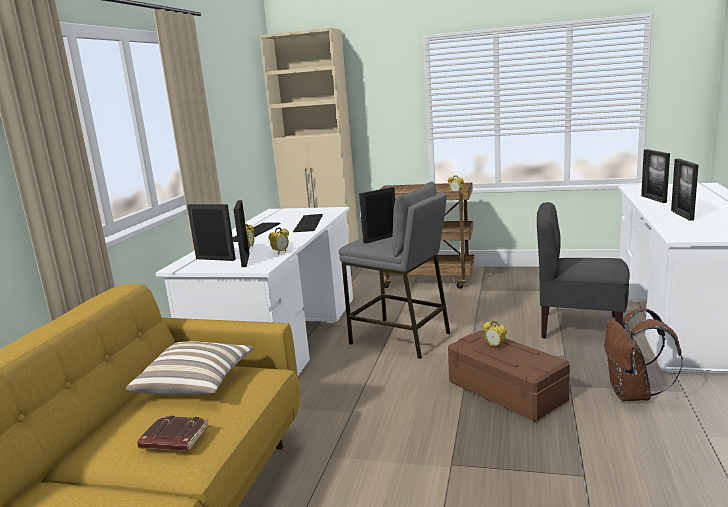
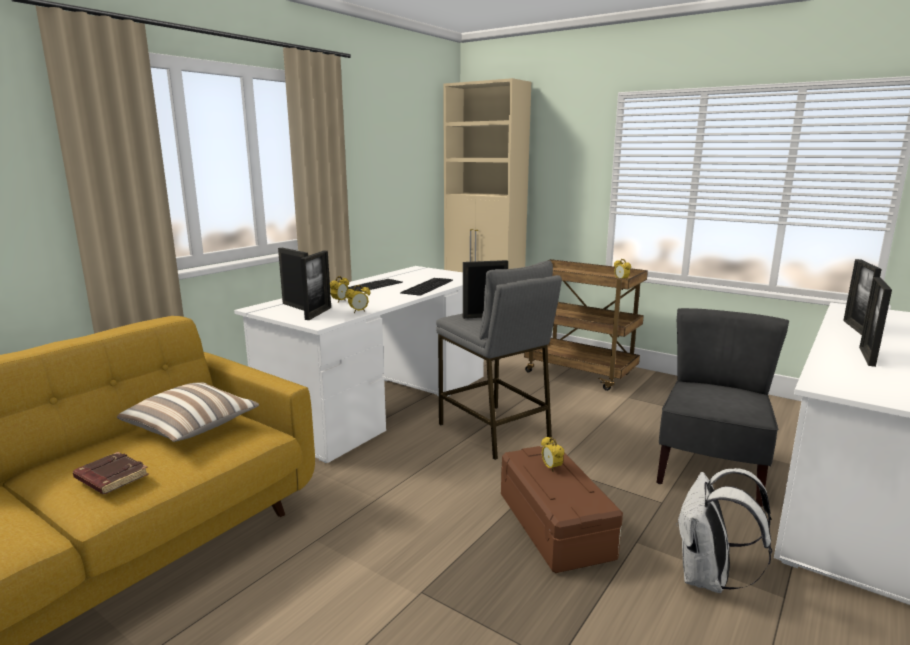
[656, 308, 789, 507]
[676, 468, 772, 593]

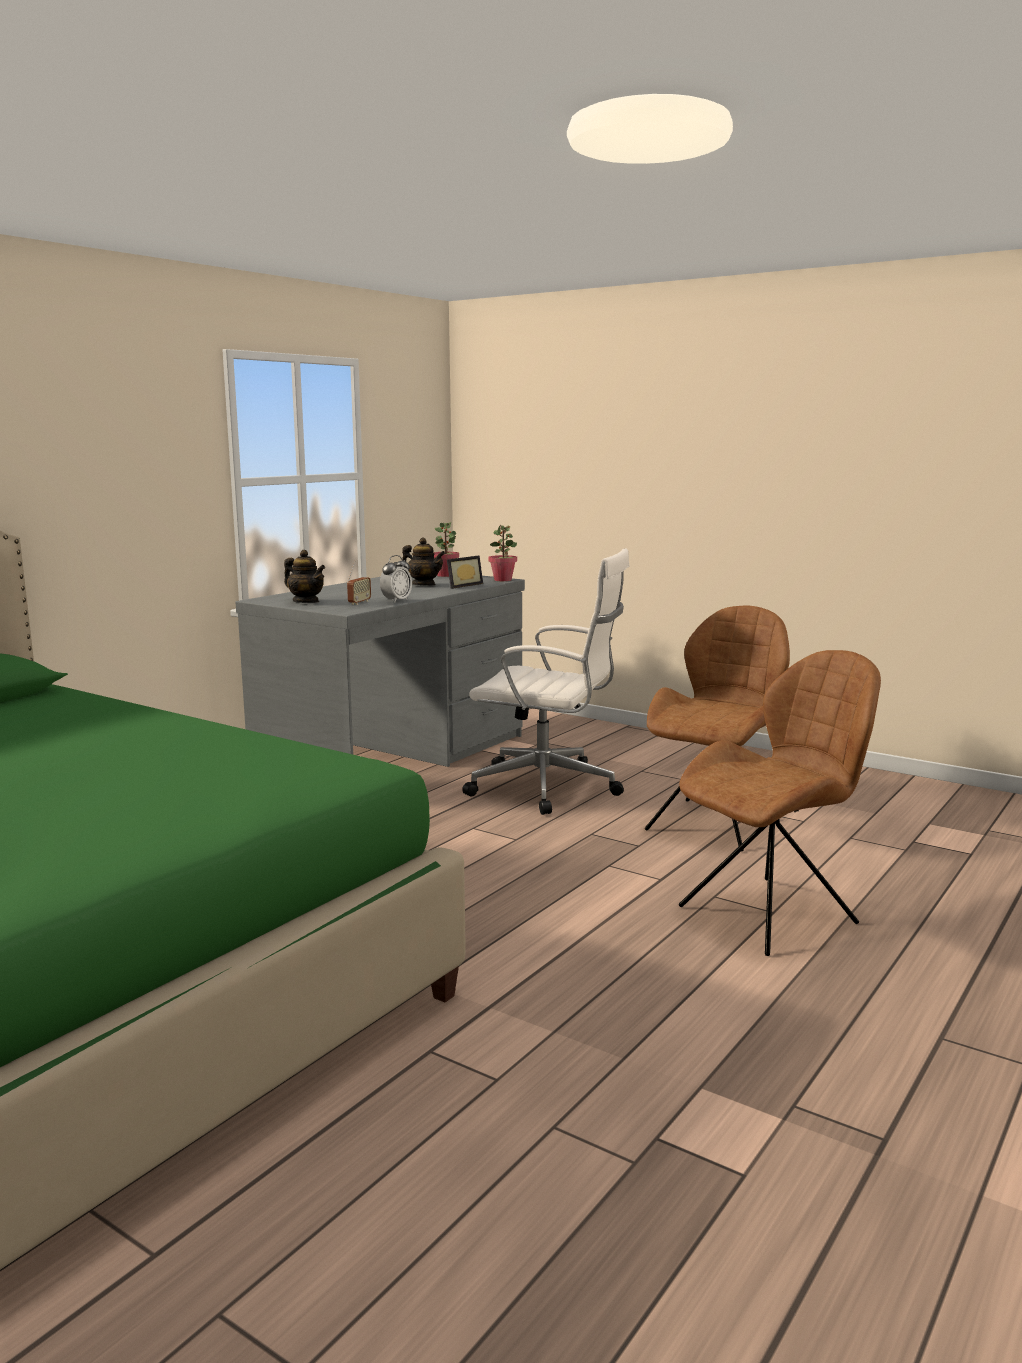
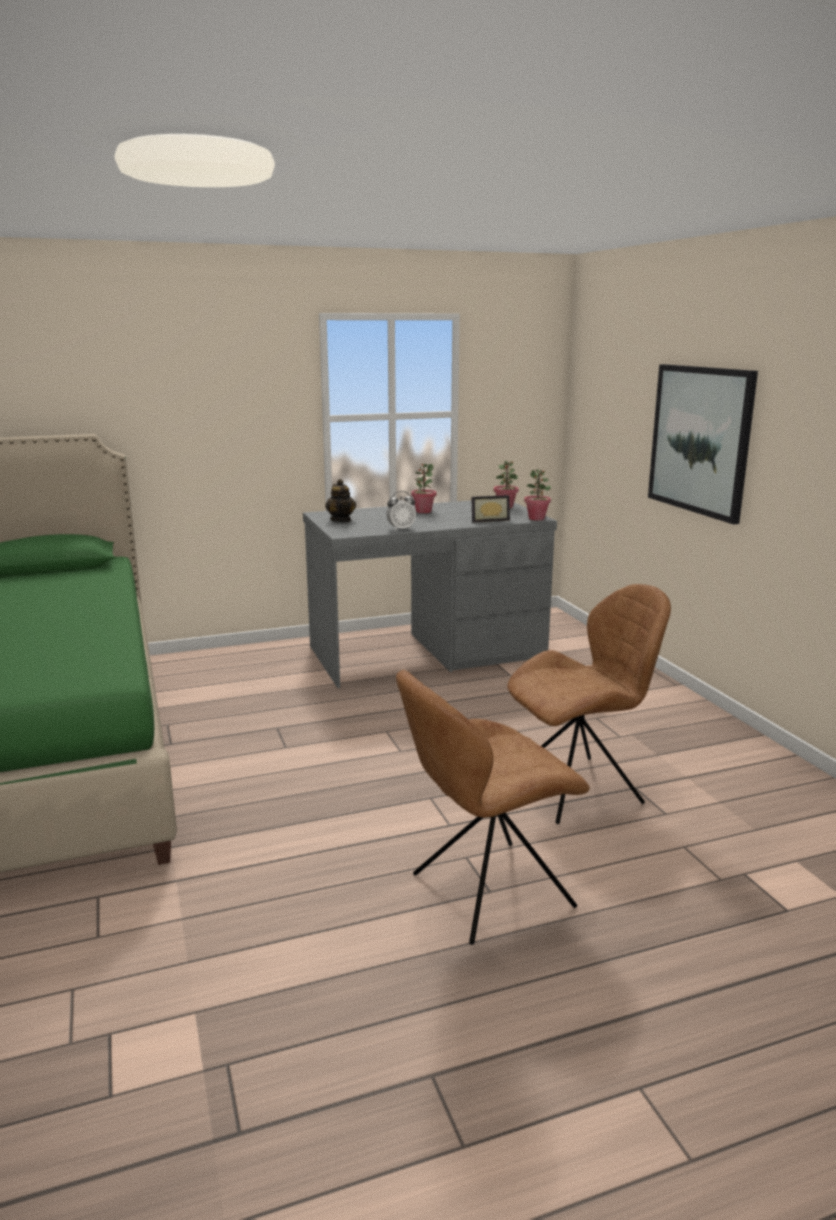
[347, 561, 371, 605] (first image)
[402, 538, 445, 586] (first image)
[462, 548, 629, 815] (first image)
[396, 670, 590, 945]
[411, 463, 436, 513]
[648, 364, 758, 524]

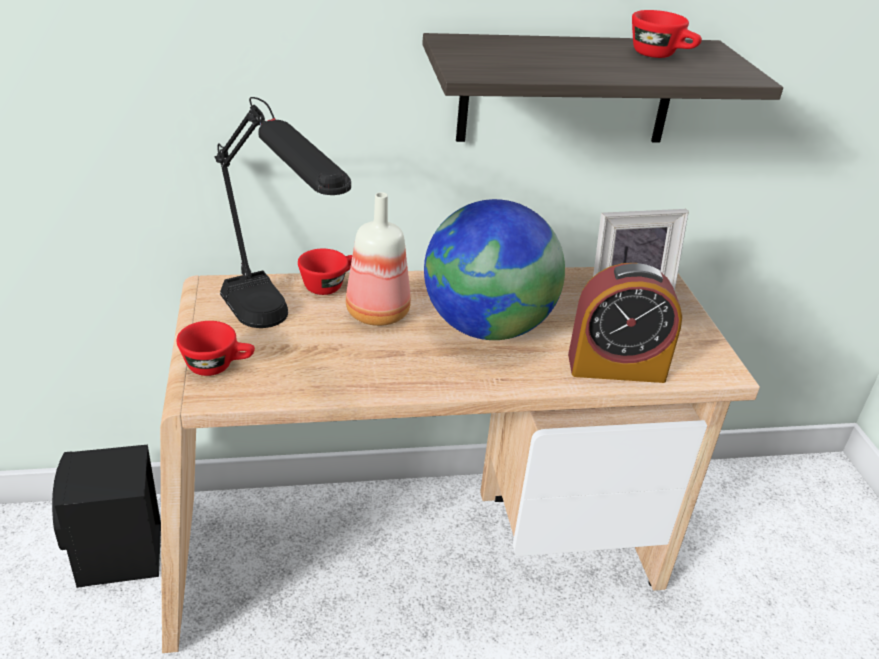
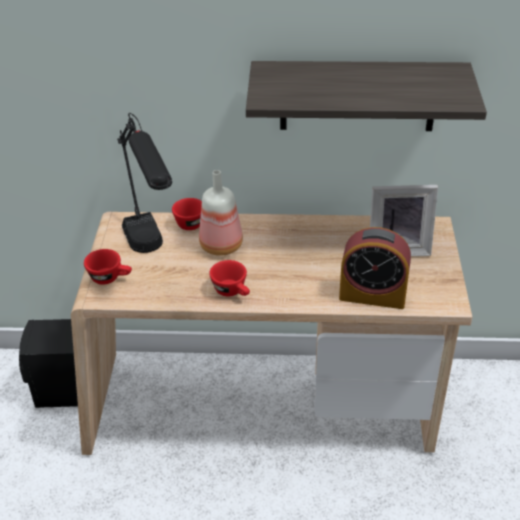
[424, 199, 565, 340] (first image)
[209, 260, 250, 297]

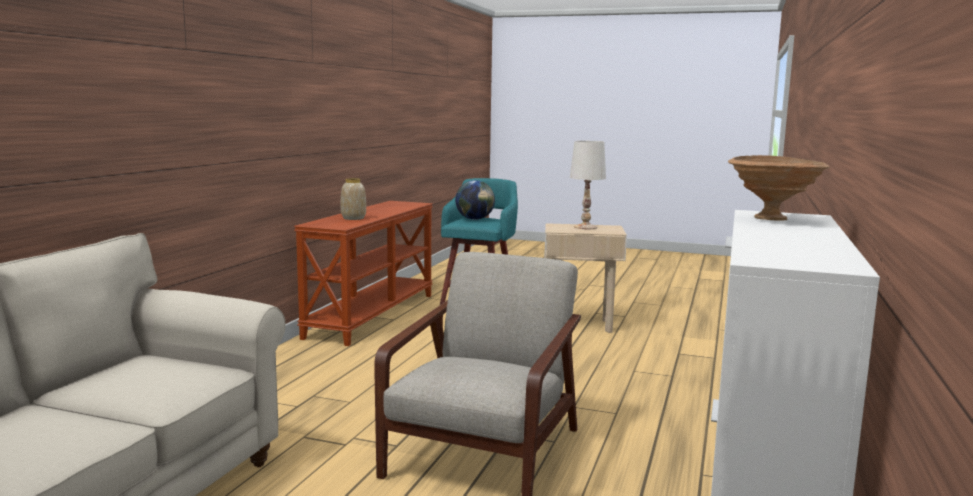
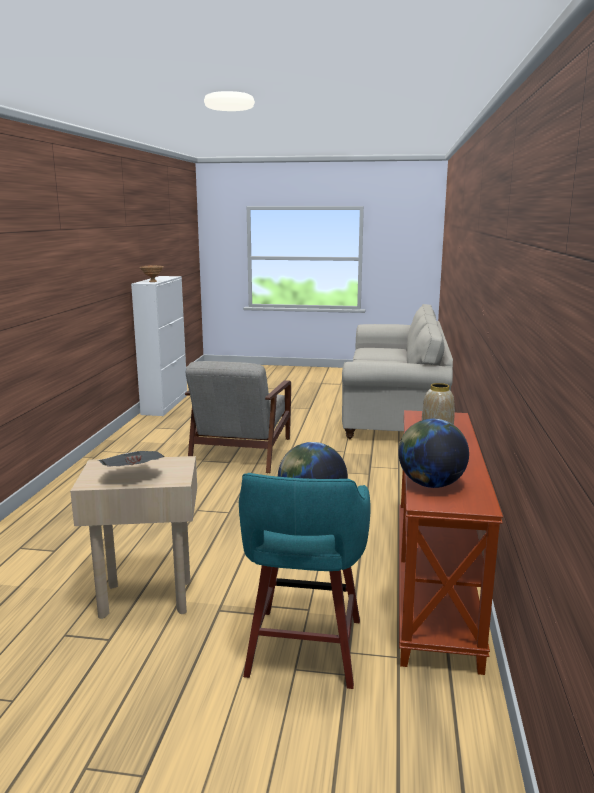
[98, 451, 165, 467]
[398, 419, 469, 488]

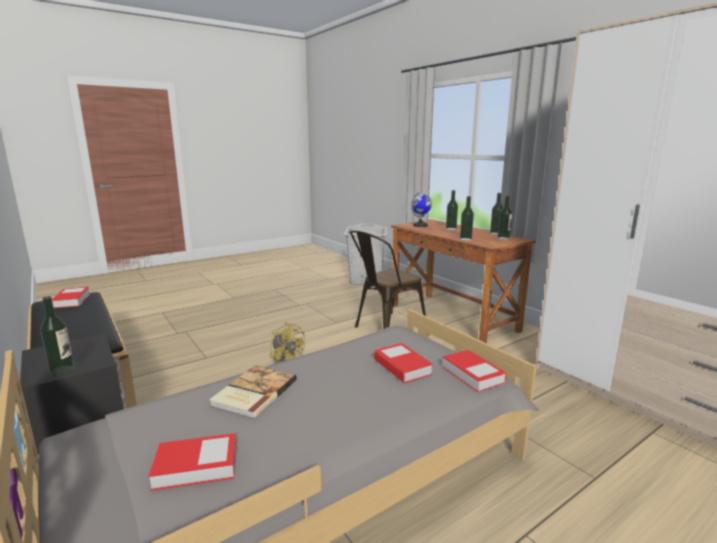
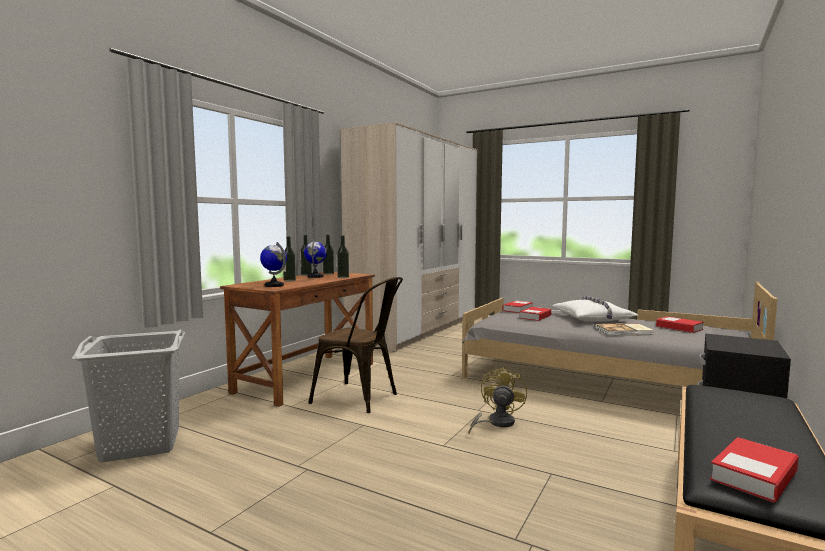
[40, 296, 75, 376] (first image)
[304, 239, 327, 278]
[552, 296, 639, 321]

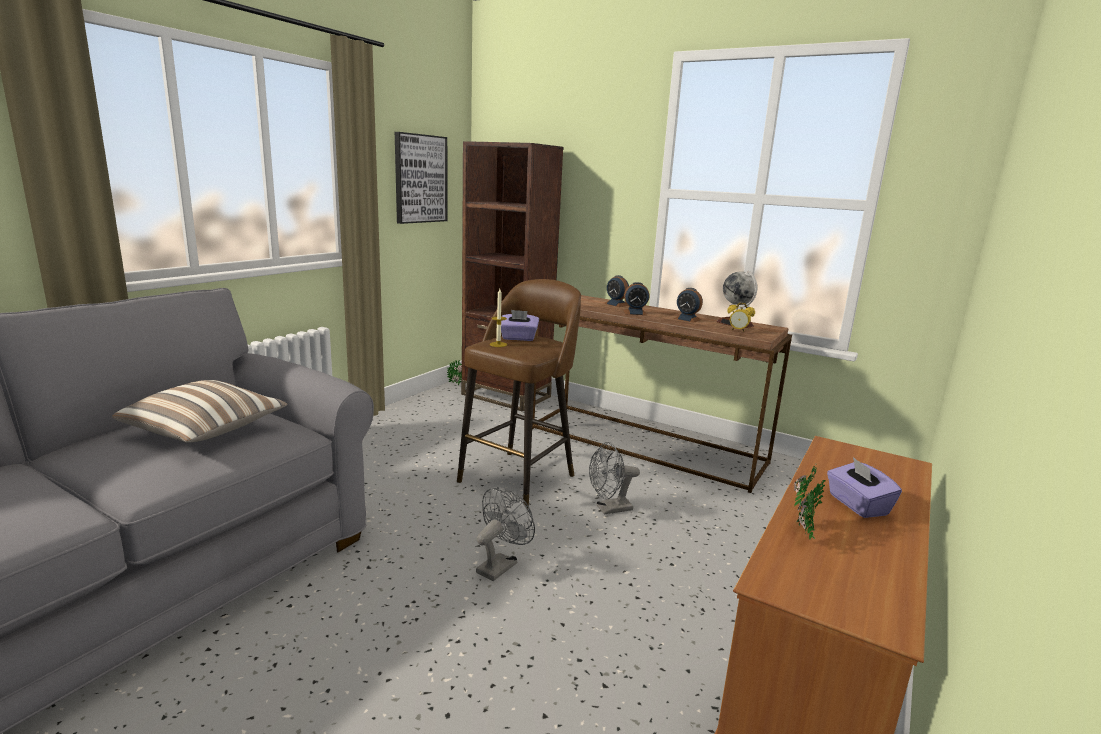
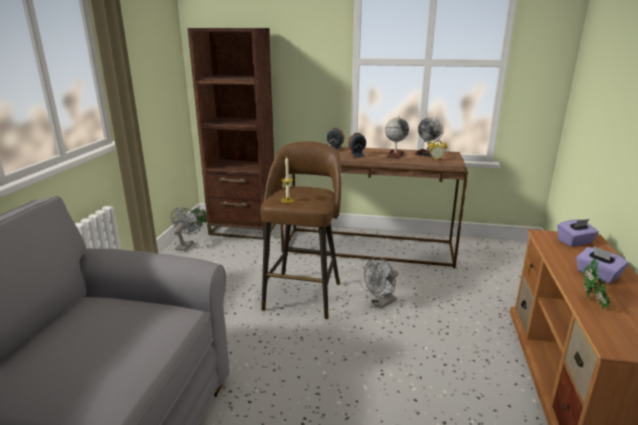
[112, 380, 287, 443] (first image)
[395, 132, 448, 224] (first image)
[171, 207, 201, 251]
[557, 219, 599, 247]
[385, 116, 409, 159]

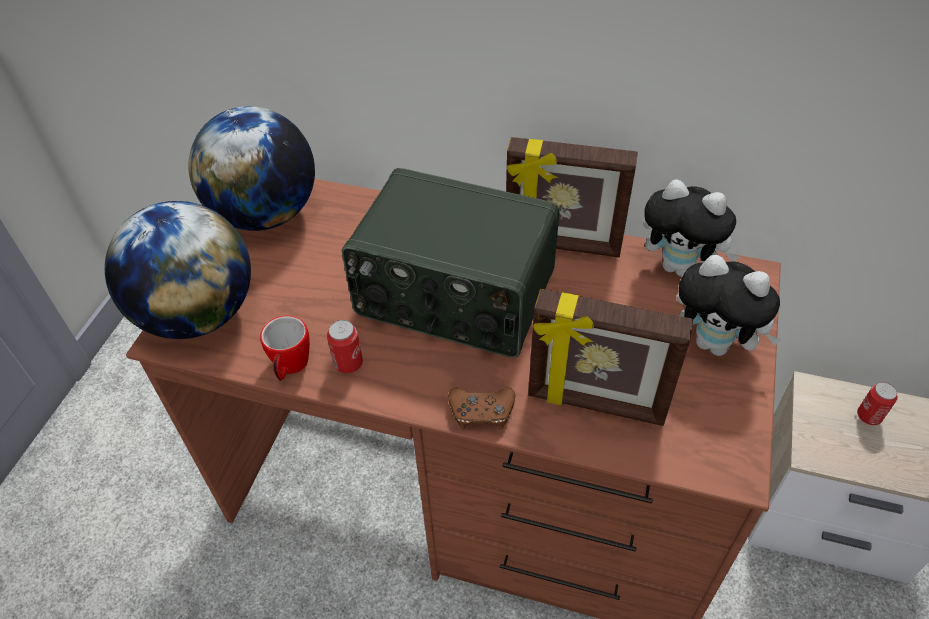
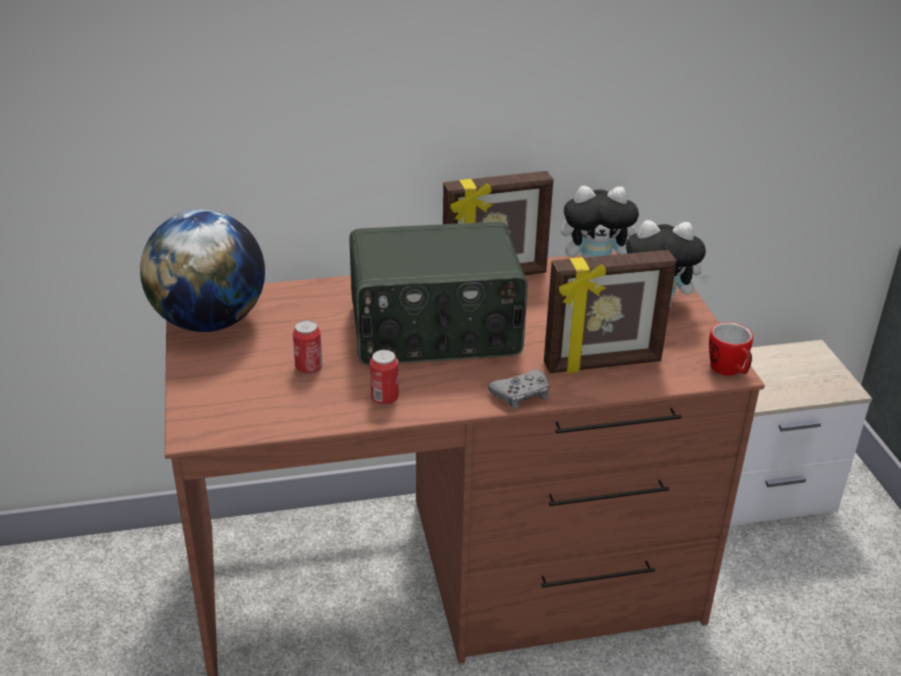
[105, 201, 251, 339] (first image)
[709, 322, 753, 376]
[488, 369, 550, 408]
[293, 320, 322, 374]

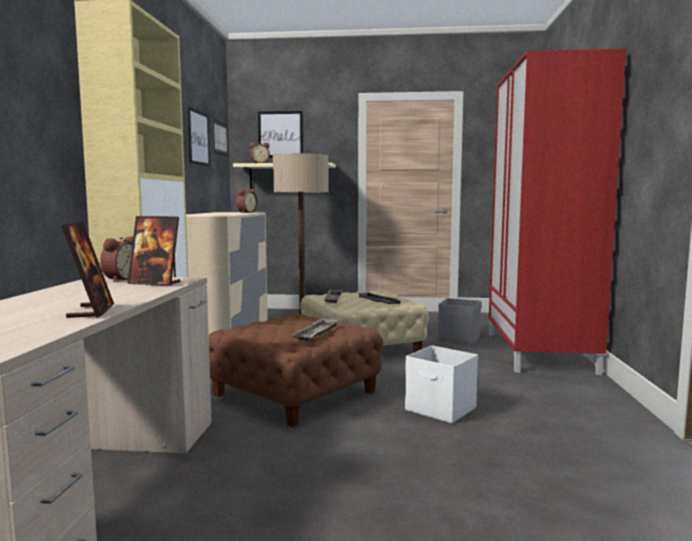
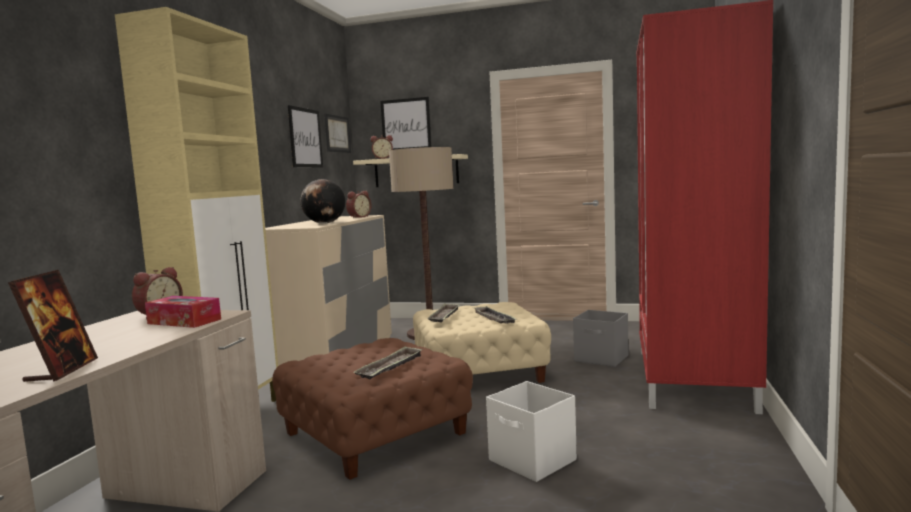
[145, 296, 221, 328]
[300, 179, 345, 224]

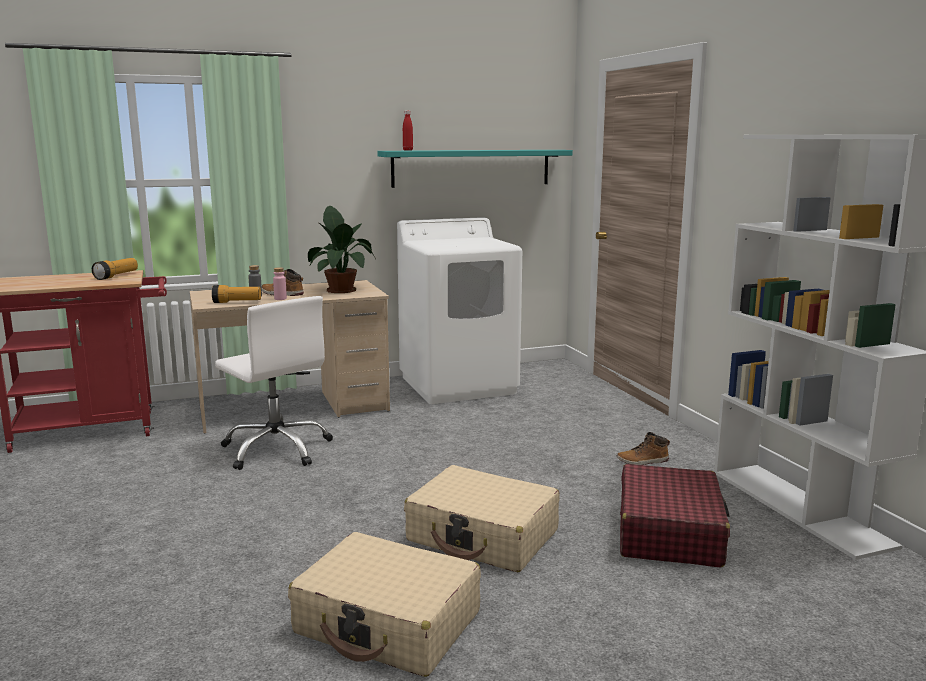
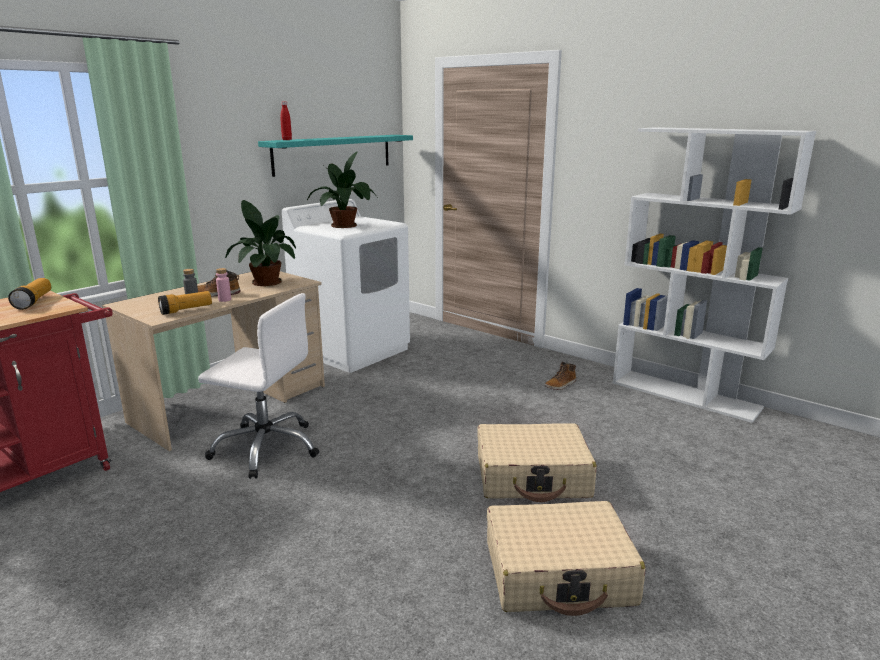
[620, 464, 730, 567] (first image)
[307, 152, 378, 228]

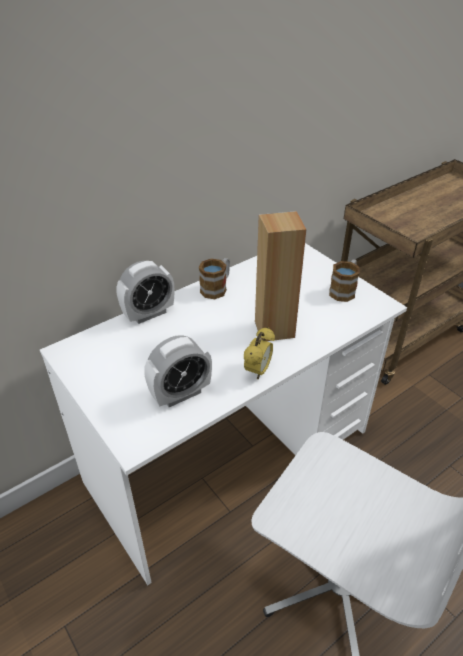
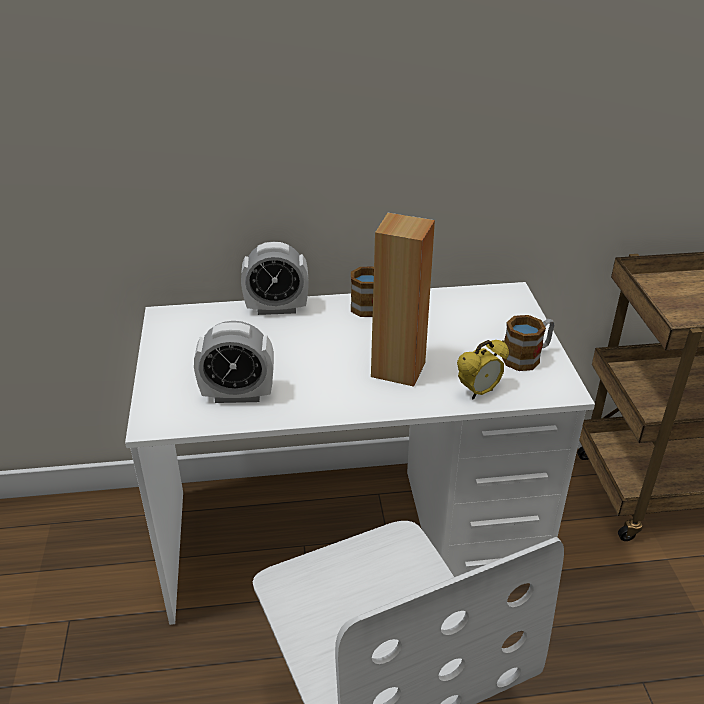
[457, 340, 509, 400]

